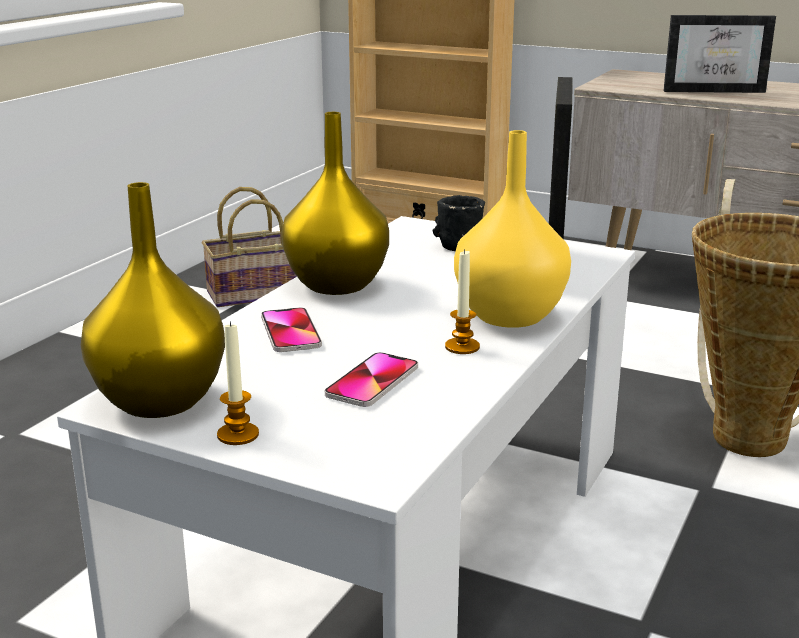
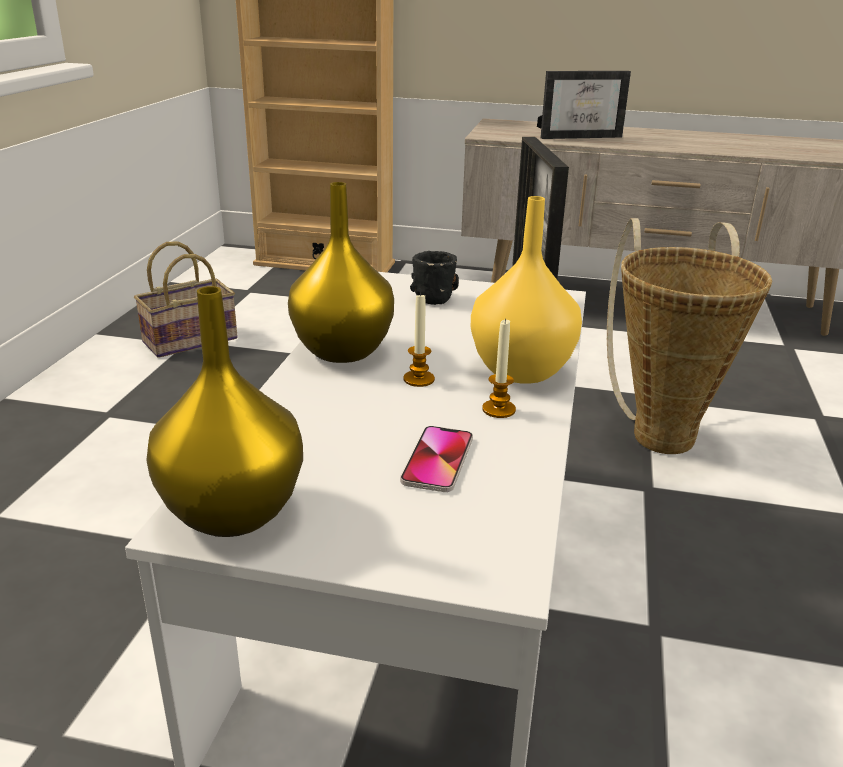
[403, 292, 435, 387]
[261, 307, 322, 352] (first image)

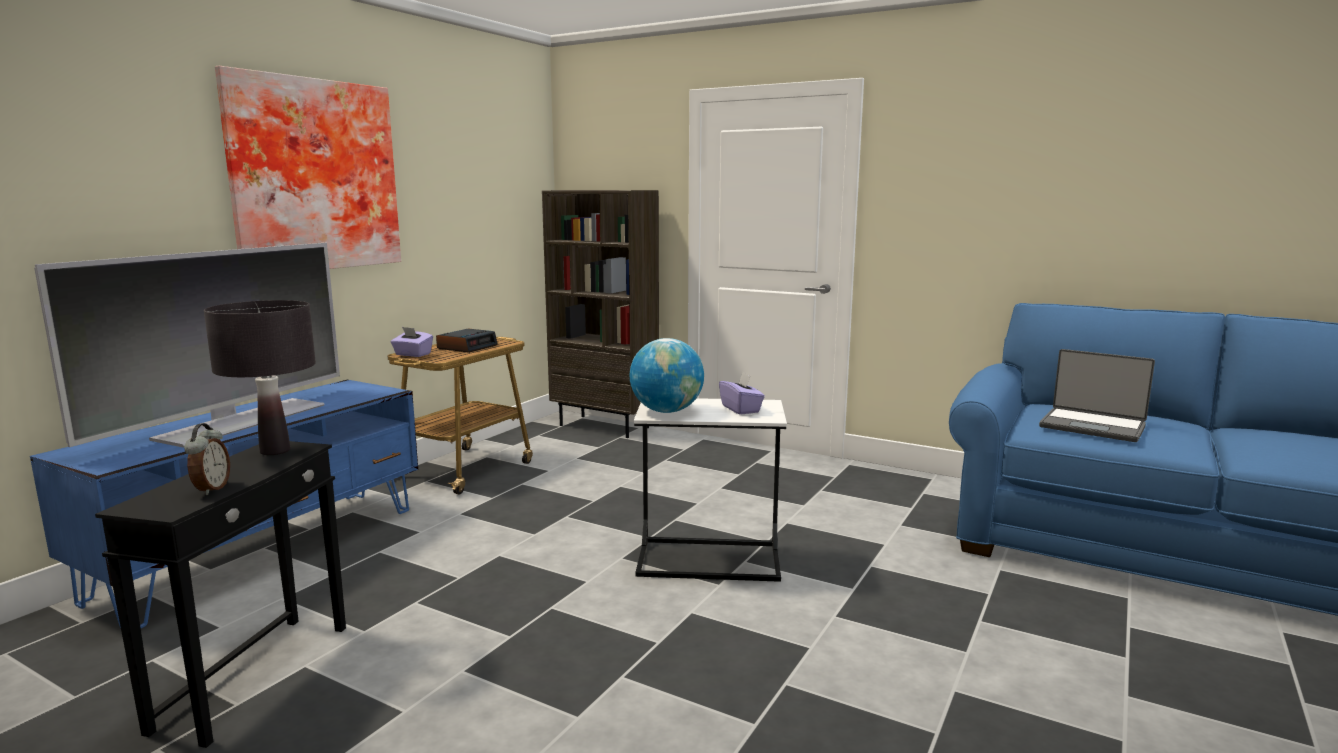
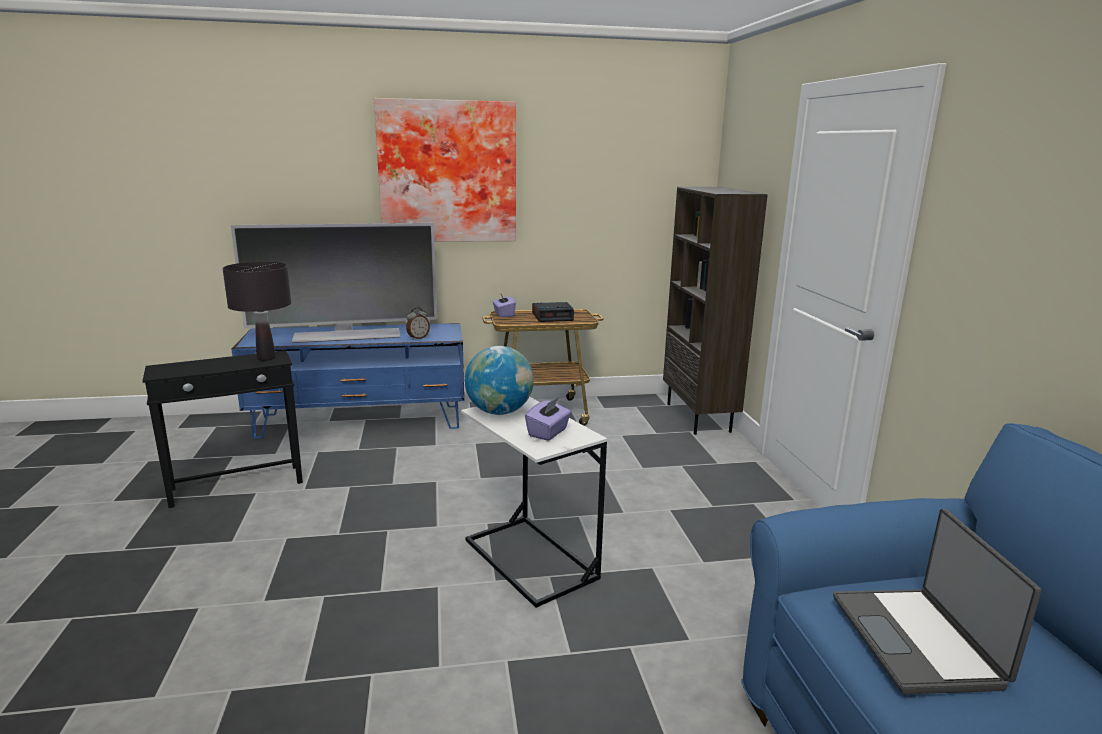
[406, 307, 430, 340]

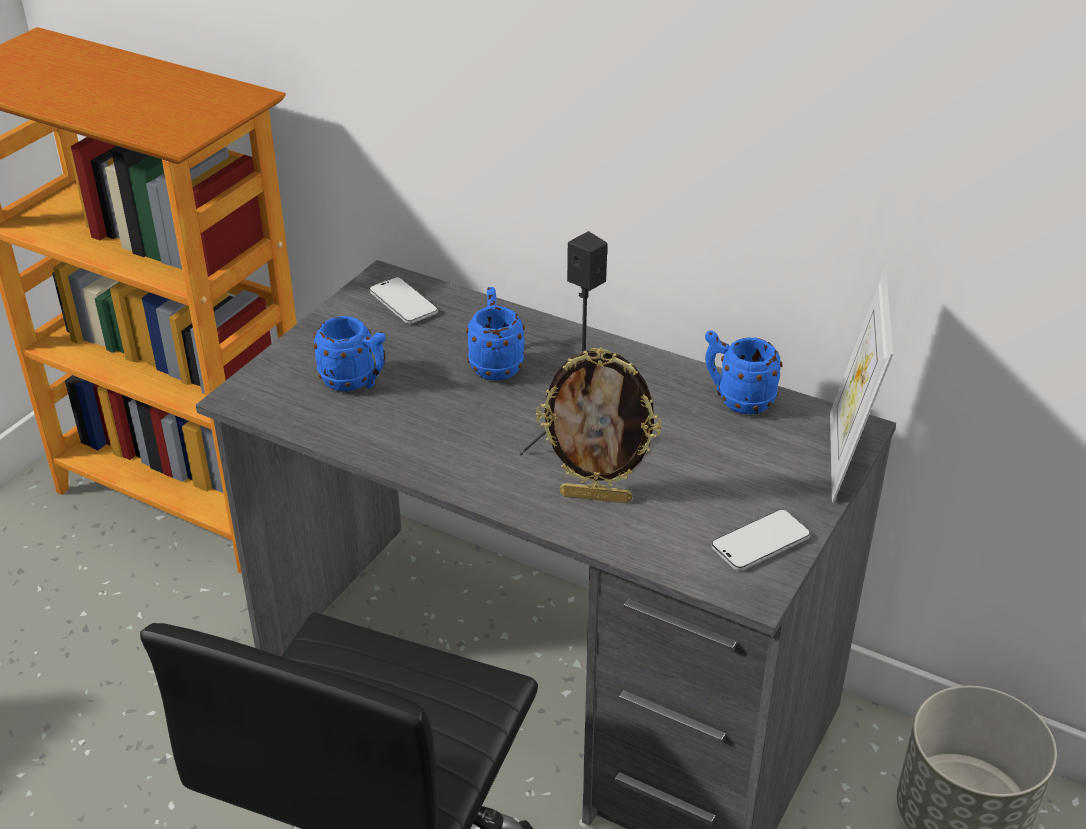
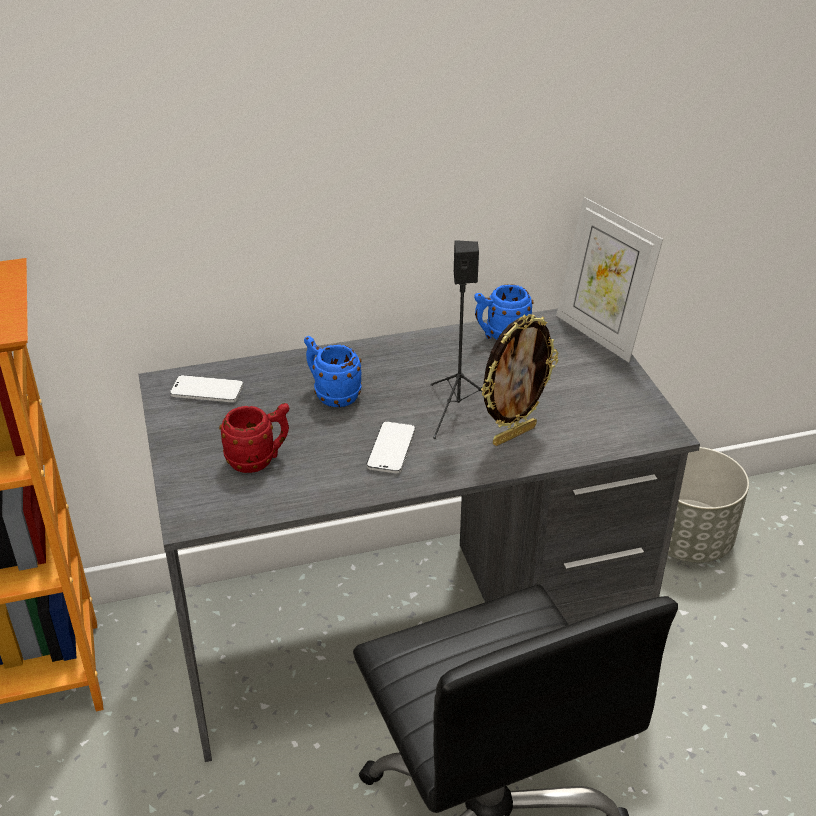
[219, 403, 289, 473]
[367, 421, 415, 473]

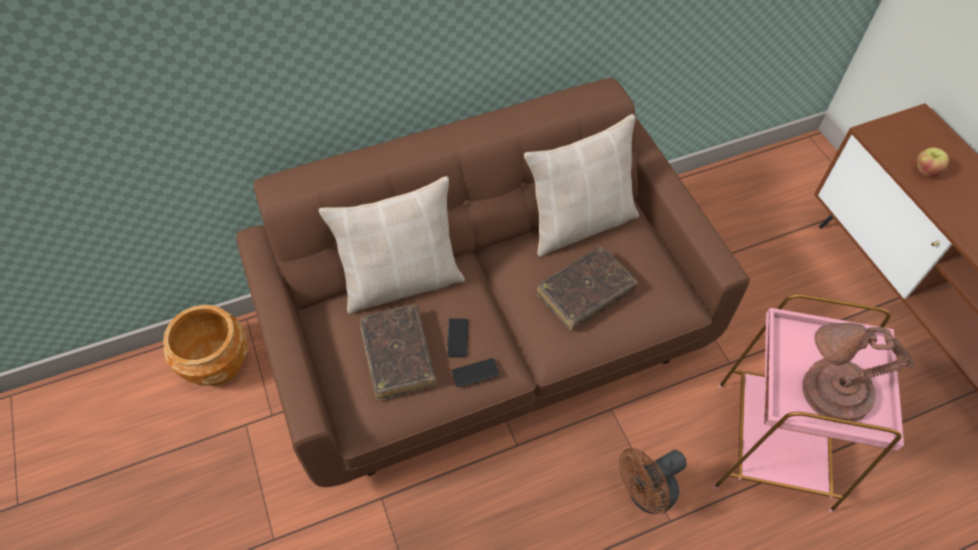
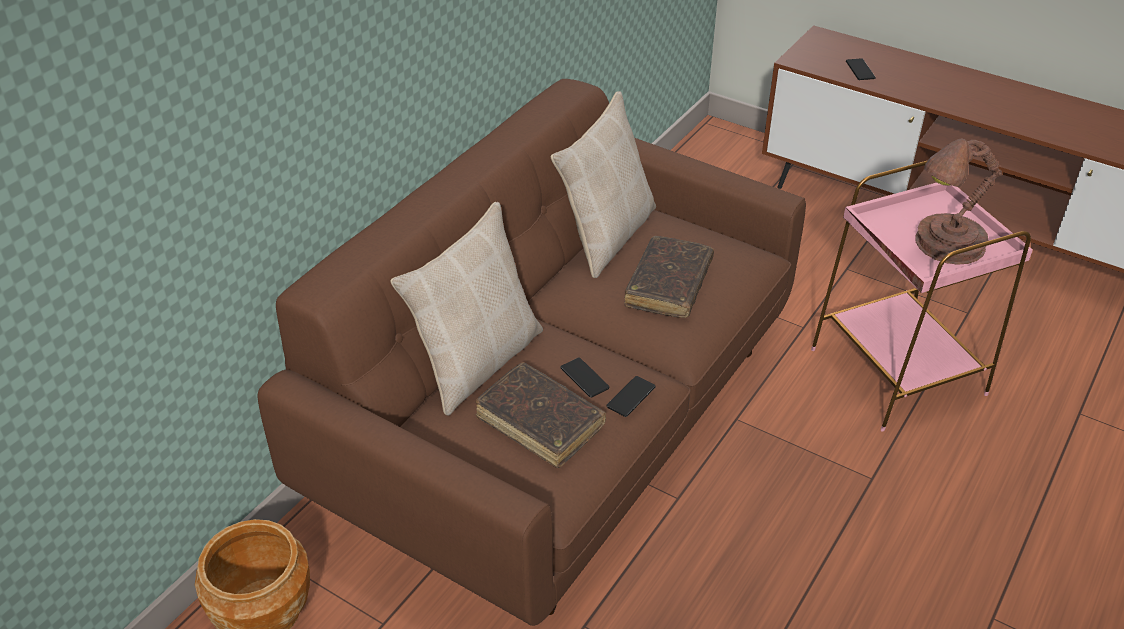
[619, 448, 687, 514] (first image)
[846, 58, 876, 80]

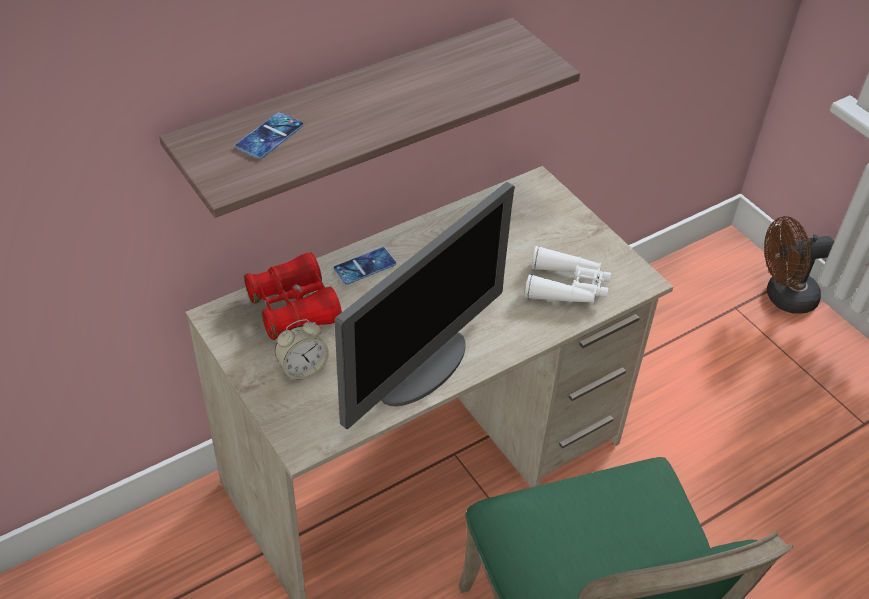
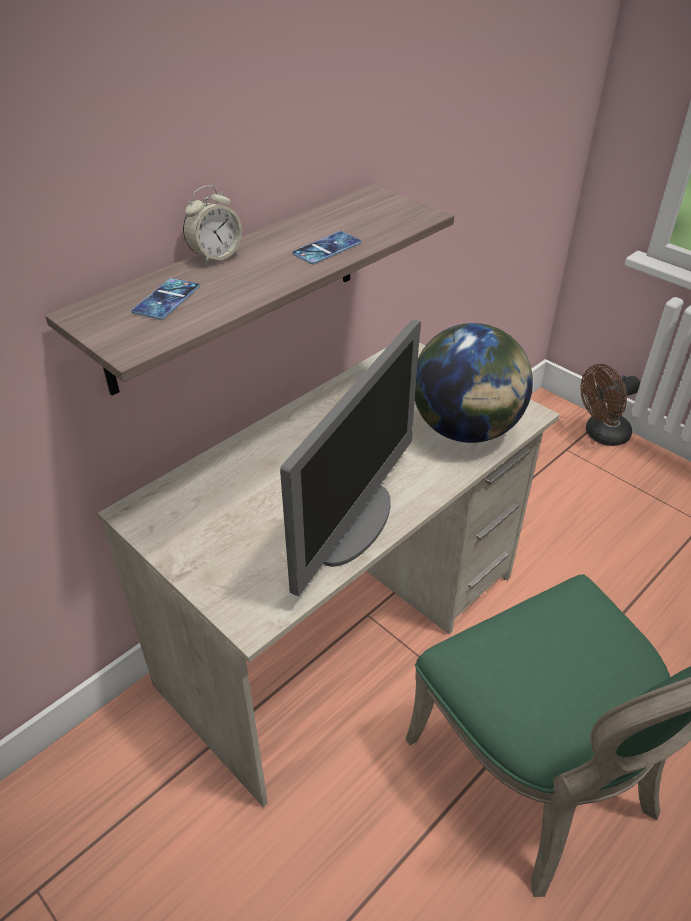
[244, 252, 342, 340] (first image)
[183, 186, 242, 265]
[292, 231, 361, 264]
[415, 323, 533, 443]

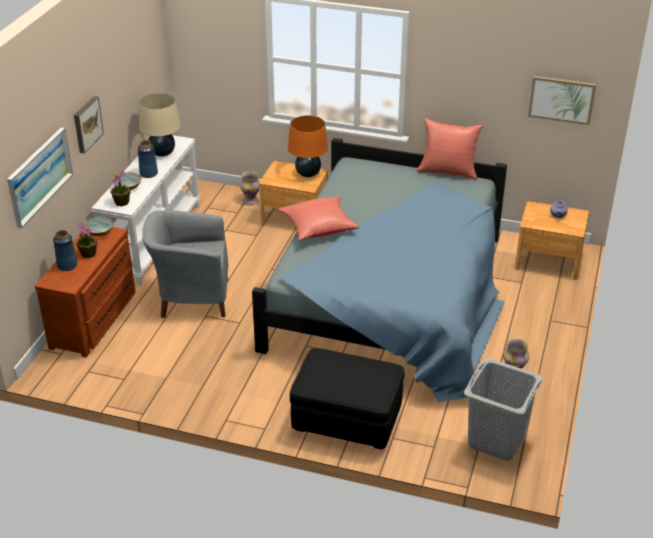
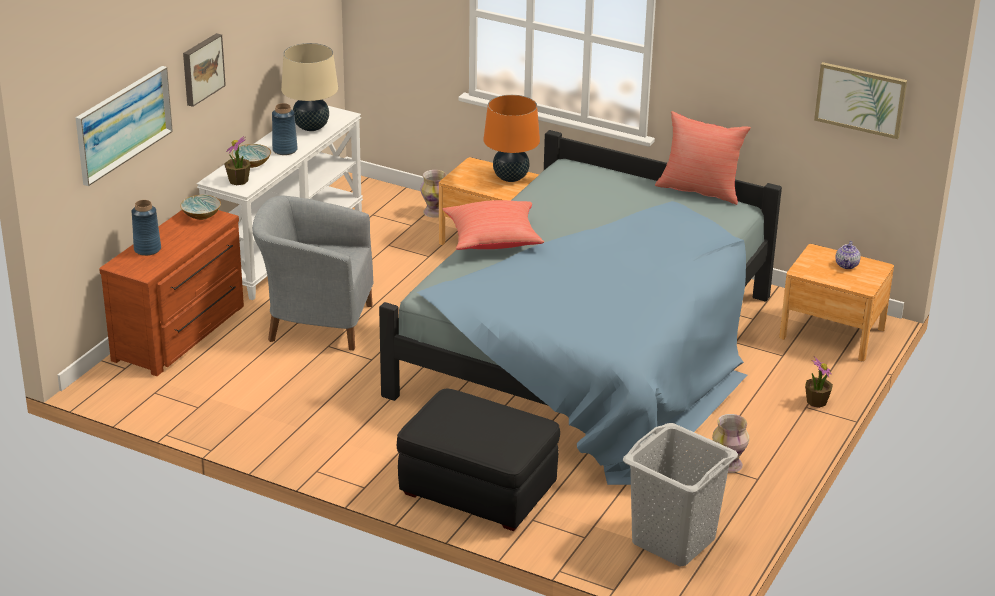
[805, 356, 833, 408]

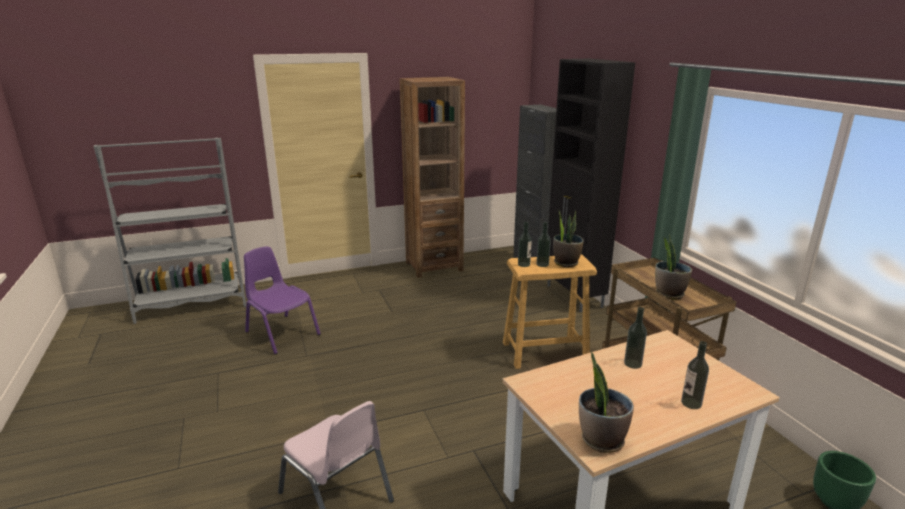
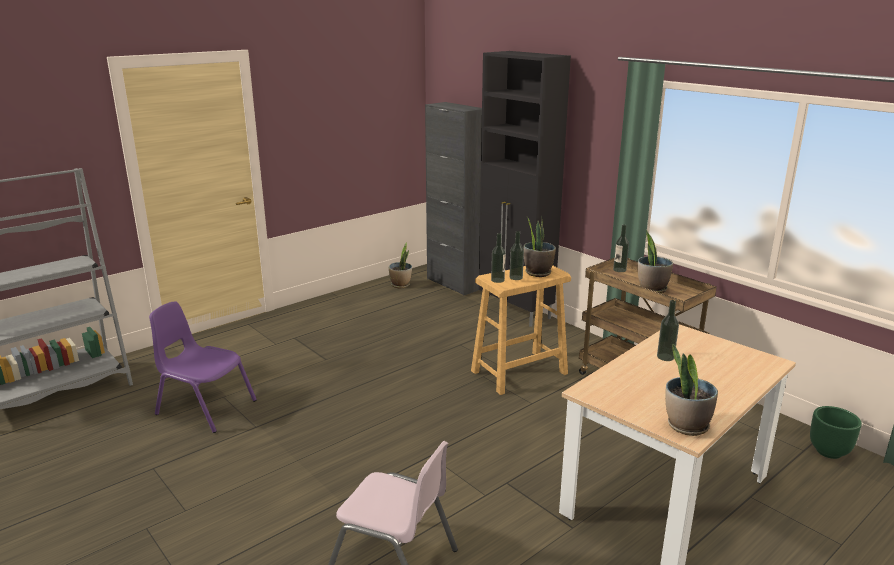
[400, 77, 465, 278] (first image)
[613, 225, 629, 272]
[389, 242, 412, 288]

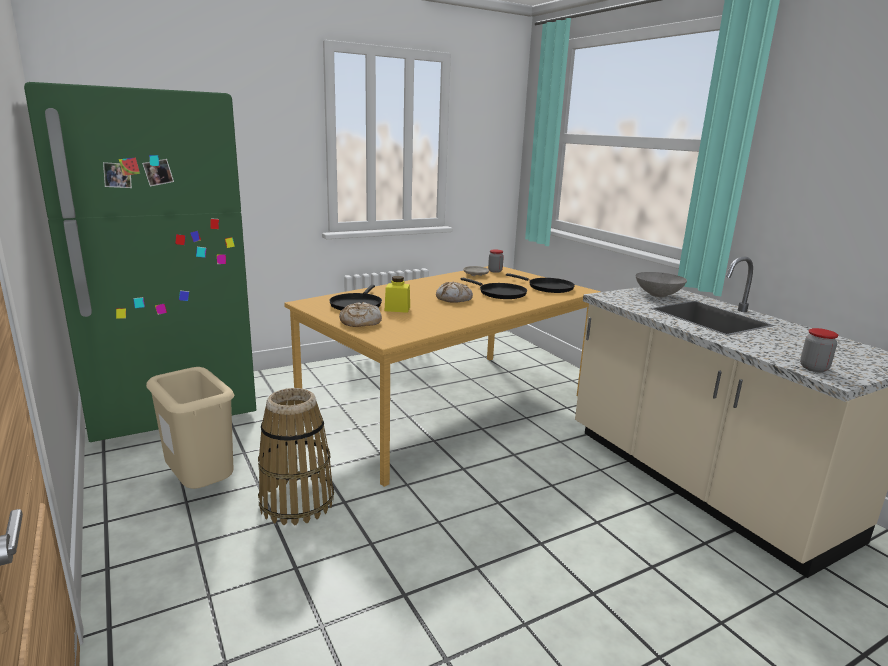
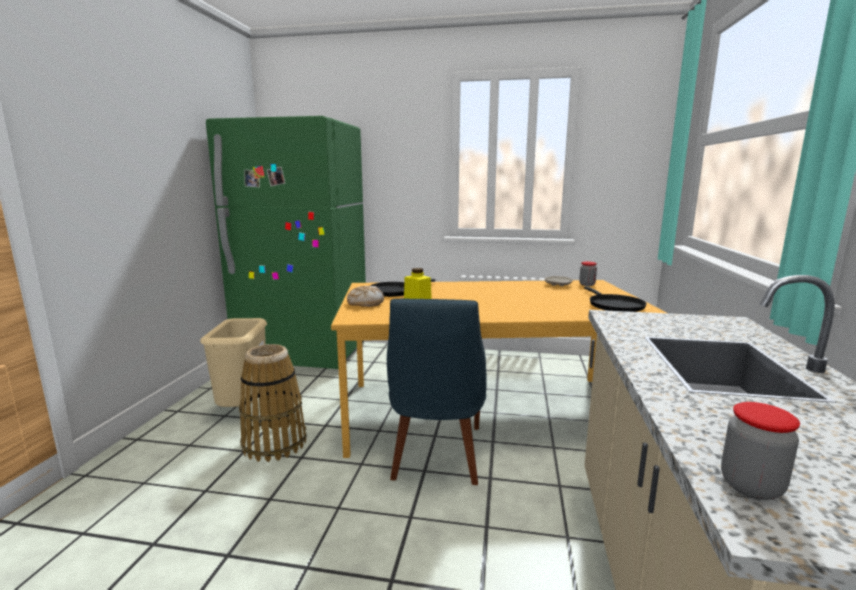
[436, 281, 473, 303] (first image)
[461, 278, 527, 299] (first image)
[636, 272, 687, 297] (first image)
[387, 299, 487, 485]

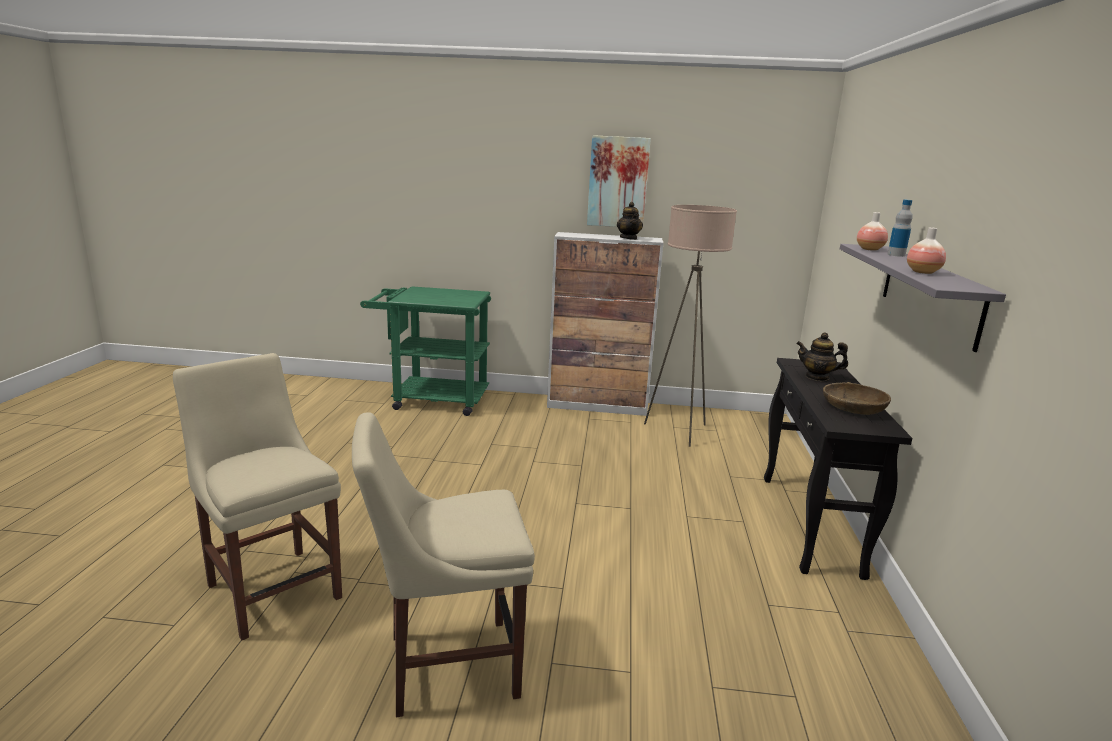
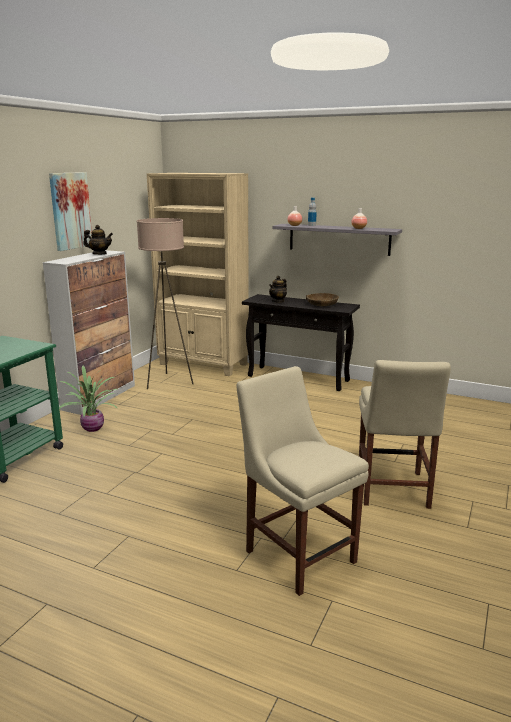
[237, 366, 369, 596]
[59, 366, 118, 432]
[147, 173, 249, 376]

